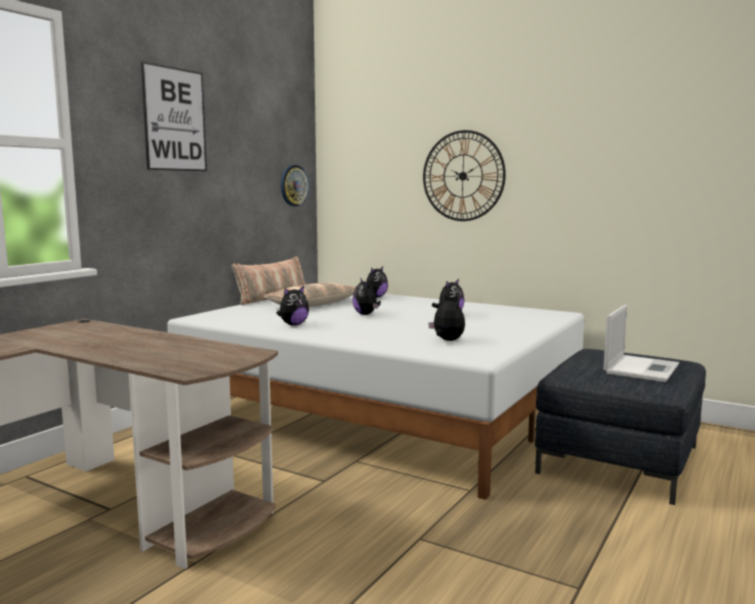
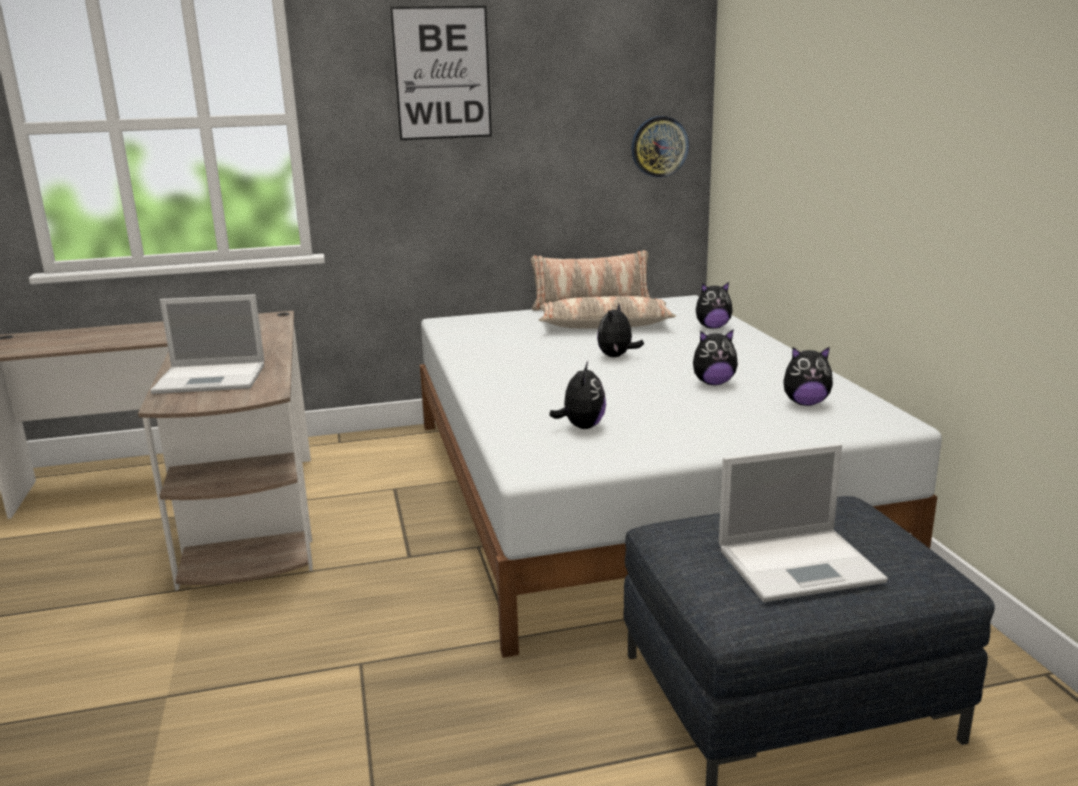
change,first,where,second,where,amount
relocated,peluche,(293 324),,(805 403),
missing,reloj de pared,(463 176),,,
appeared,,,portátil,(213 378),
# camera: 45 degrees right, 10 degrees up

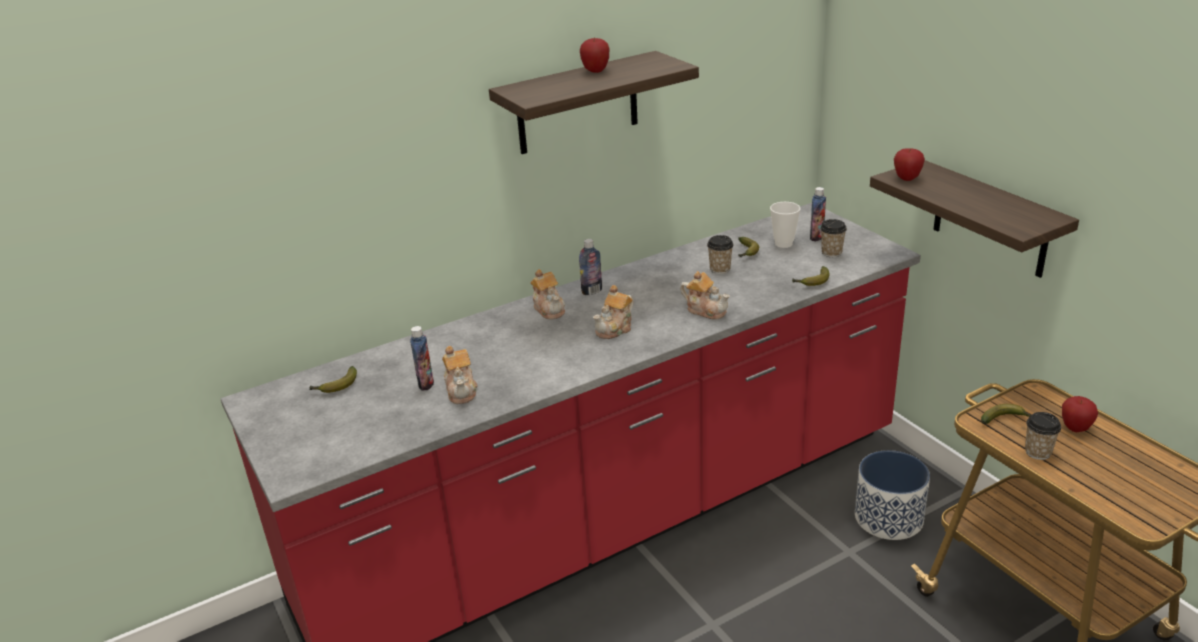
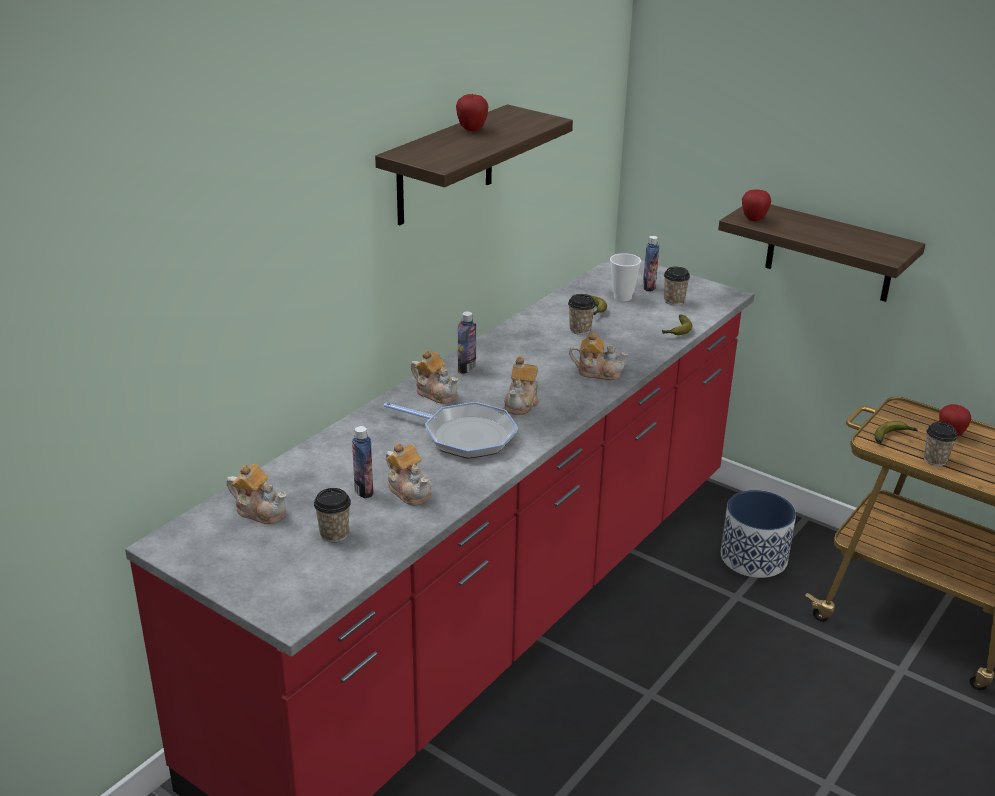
change,first,where,second,where,amount
exchanged,plátano,(336 386),tetera,(260 511),
appeared,,,taza,(334 534),
appeared,,,sartén,(464 436),
# camera: 25 degrees left, 0 degrees up

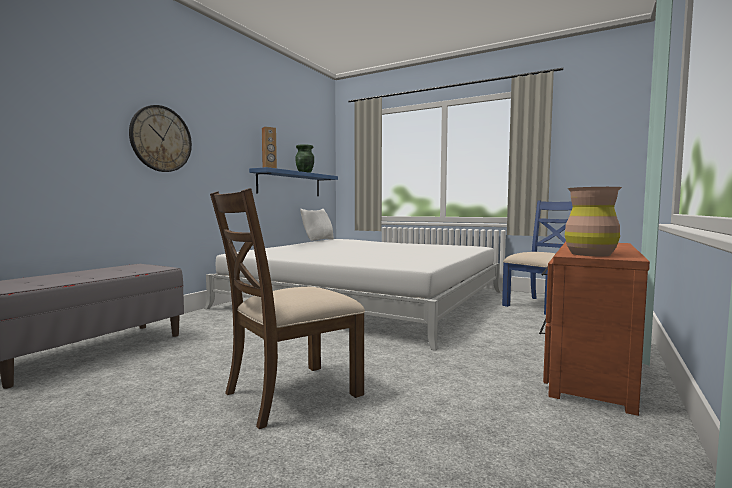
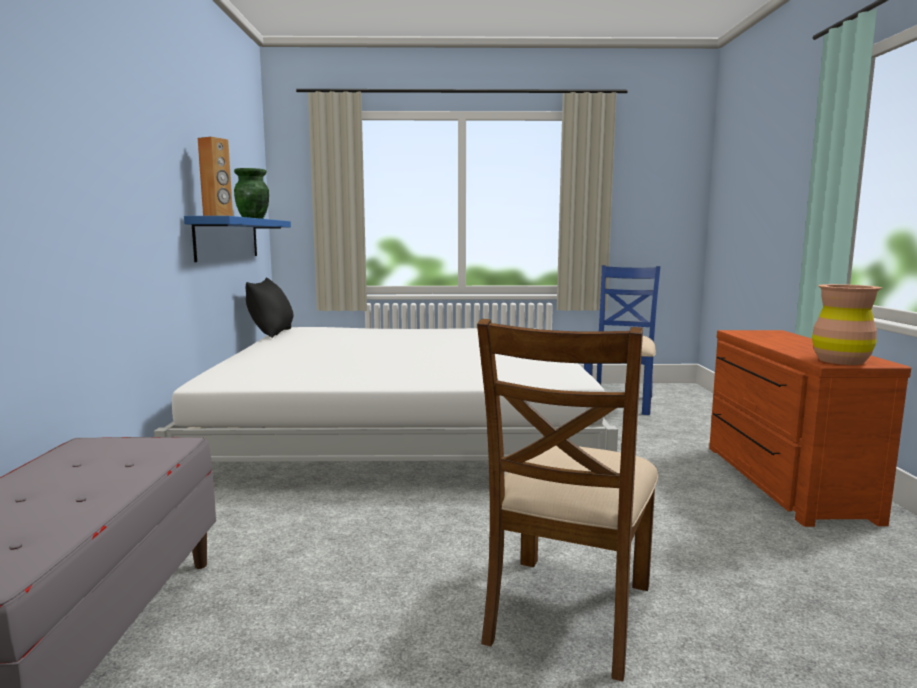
change,first,where,second,where,amount
missing,reloj de pared,(161 139),,,
colour,cojín/blanco,(318 240),cojín/negro,(272 333),
# camera: 30 degrees left, 5 degrees up

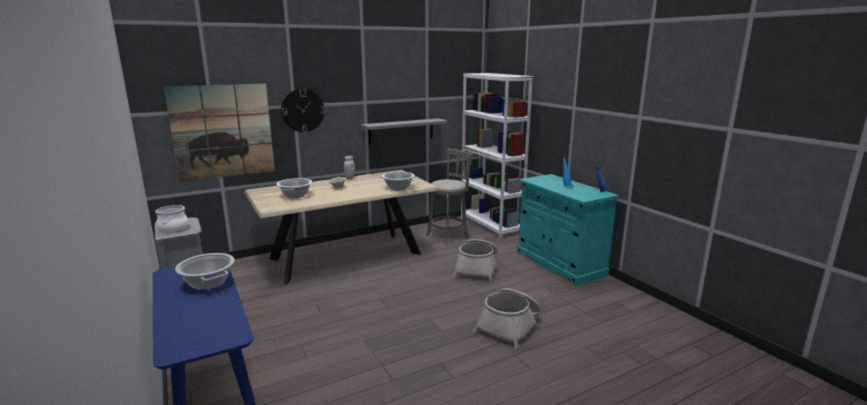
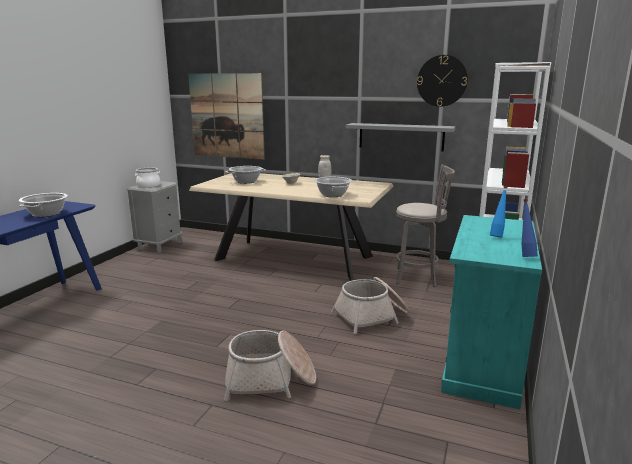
change,first,where,second,where,amount
relocated,reloj de pared,(302 110),,(442 81),
# camera: 50 degrees right, 0 degrees up

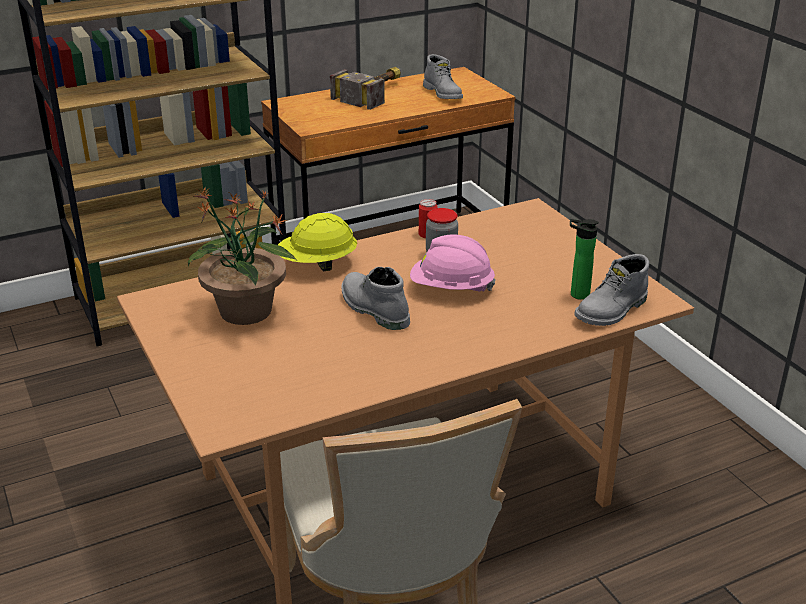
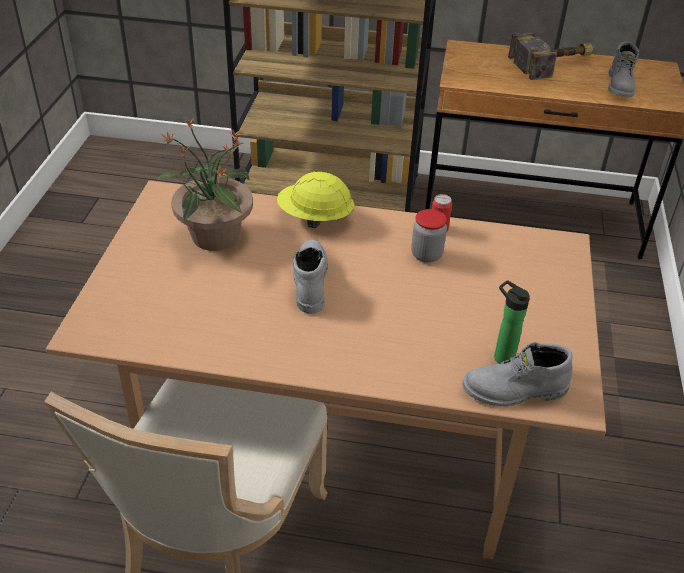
change,first,where,second,where,amount
missing,casco/rosa,(451 288),,,
# camera: 35 degrees right, 10 degrees up

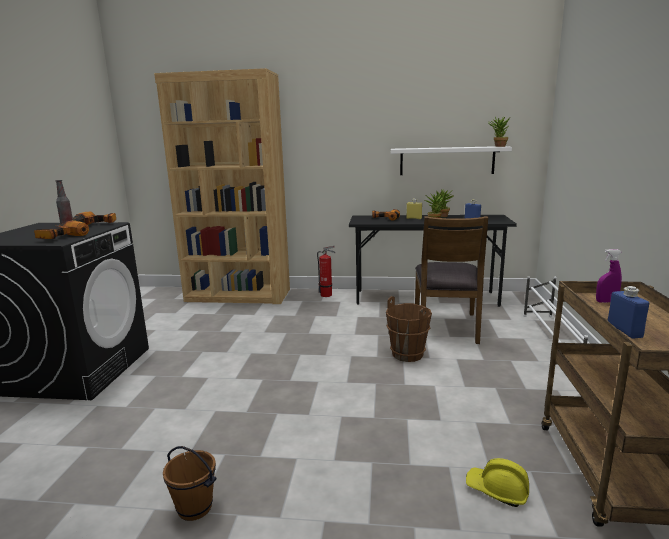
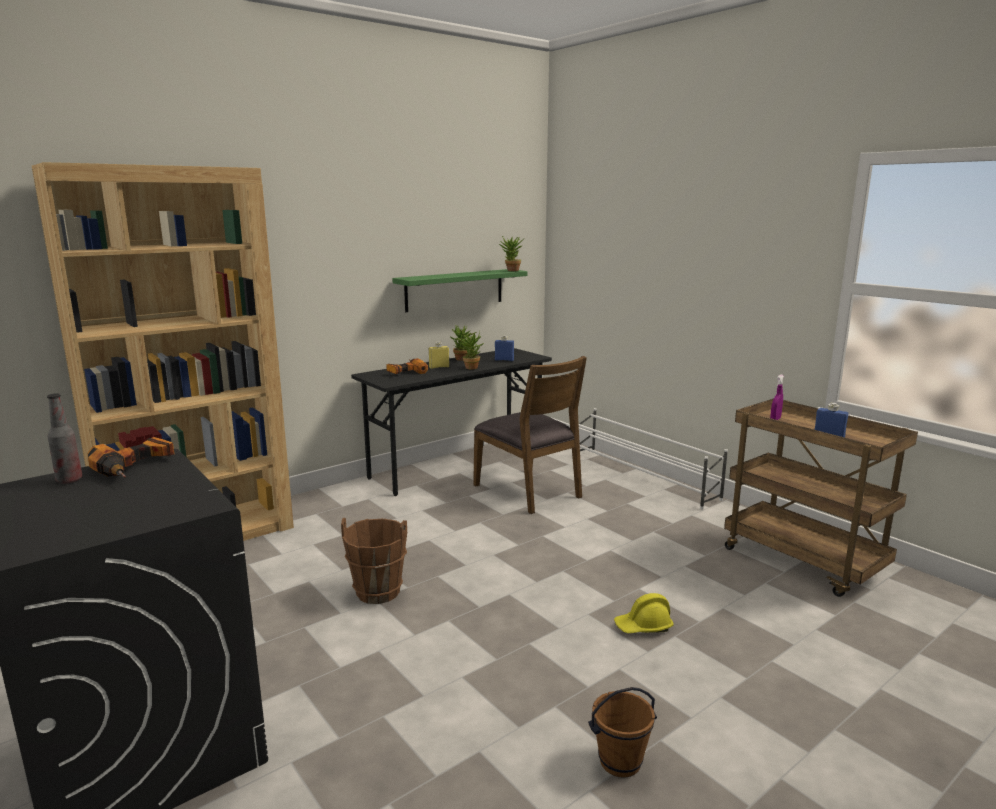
change,first,where,second,where,amount
missing,taladro,(59 237),,,
missing,extintor,(327 295),,,
relocated,cubo/marrón,(407 354),,(378 591),
colour,estante/blanco,(447 161),estante/verde,(454 290),
relocated,casco/amarillo,(497 490),,(643 626),
# camera: 45 degrees left, 0 degrees up

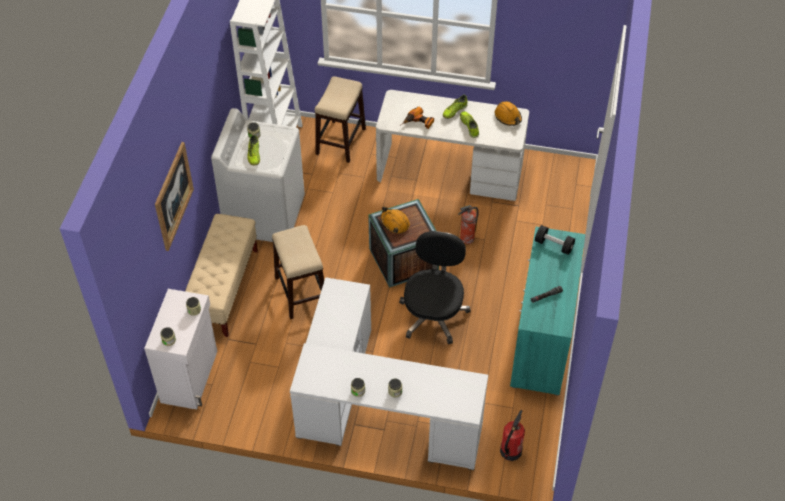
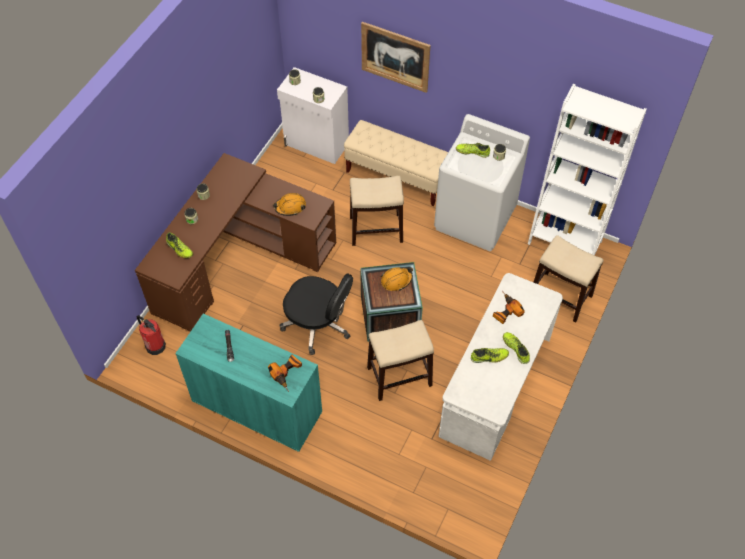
change,first,where,second,where,amount
colour,escritorio/blanco,(374 408),escritorio/marrón,(238 258),
exchanged,extintor,(466 239),taburete,(400 376),
relocated,casco/naranja,(508 117),,(290 207),
exchanged,mancuerna/negro,(553 245),taladro,(287 373),
appeared,,,zapato,(179 249),
# camera: 105 degrees right, 5 degrees up

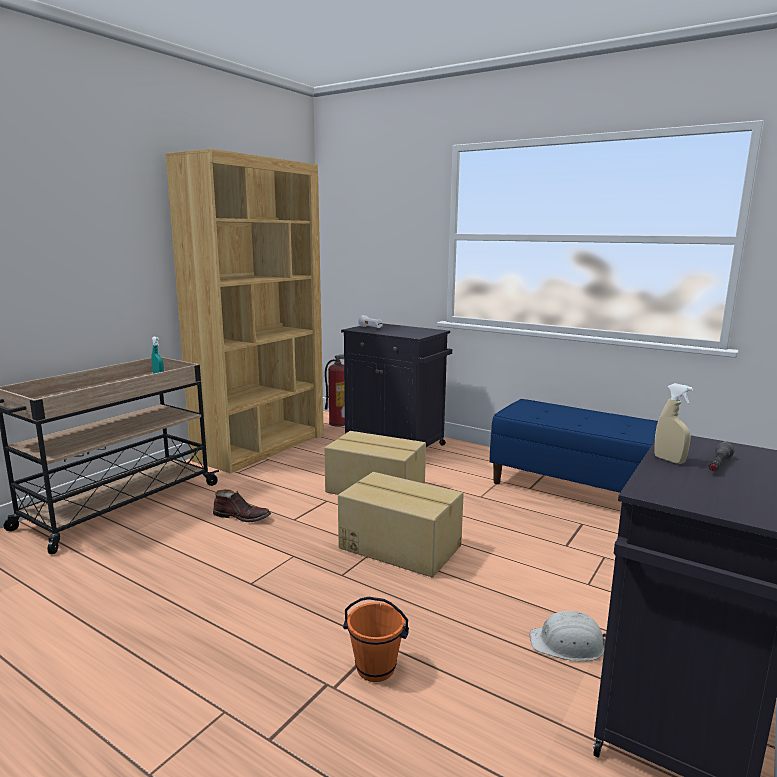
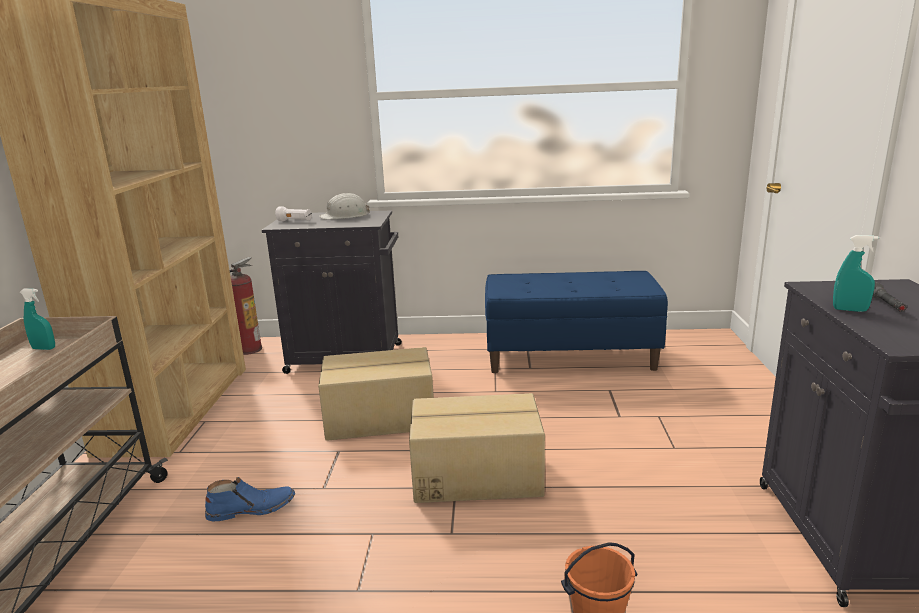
change,first,where,second,where,amount
colour,bota/marrón,(242 516),bota/azul,(251 508),
relocated,casco/blanco,(568 644),,(345 216),
colour,pulverizador/beis,(669 460),pulverizador/turquesa,(850 310),
# camera: 30 degrees left, 5 degrees up

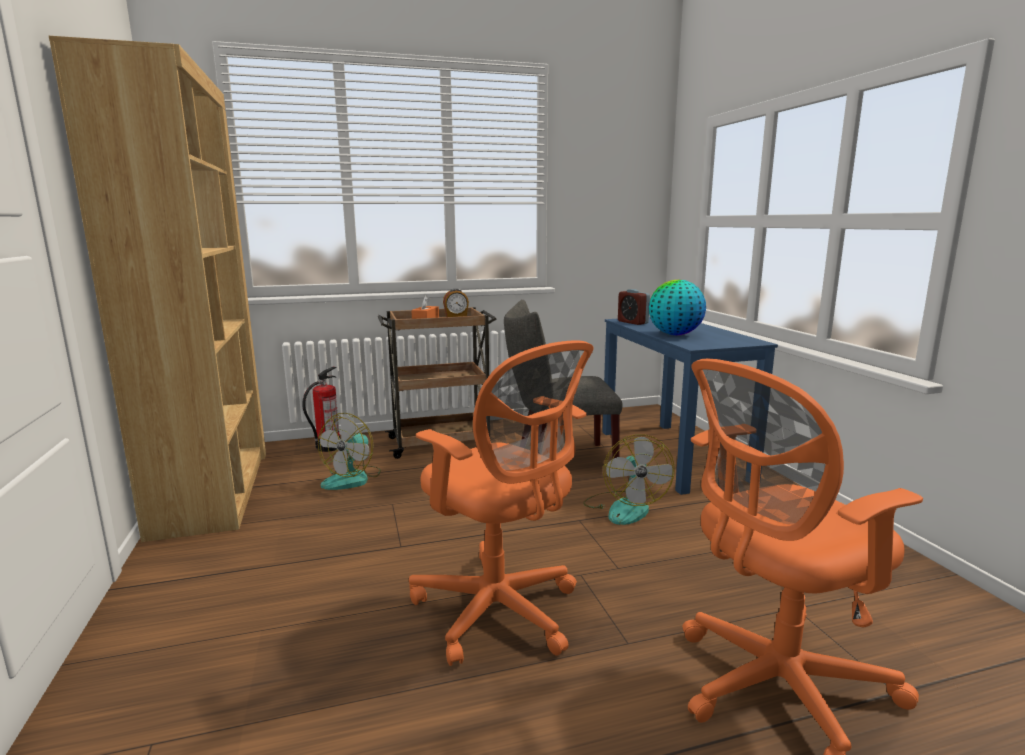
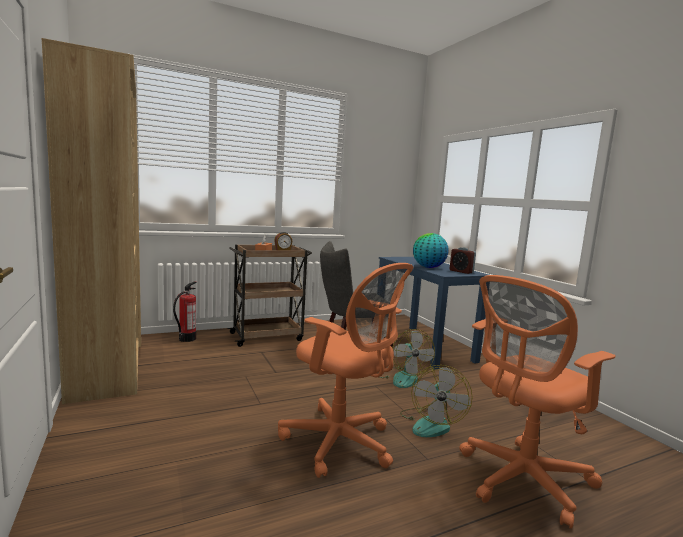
change,first,where,second,where,amount
relocated,ventilador,(352 478),,(431 423),
relocated,despertador,(632 322),,(461 271),
# camera: 10 degrees left, 5 degrees down

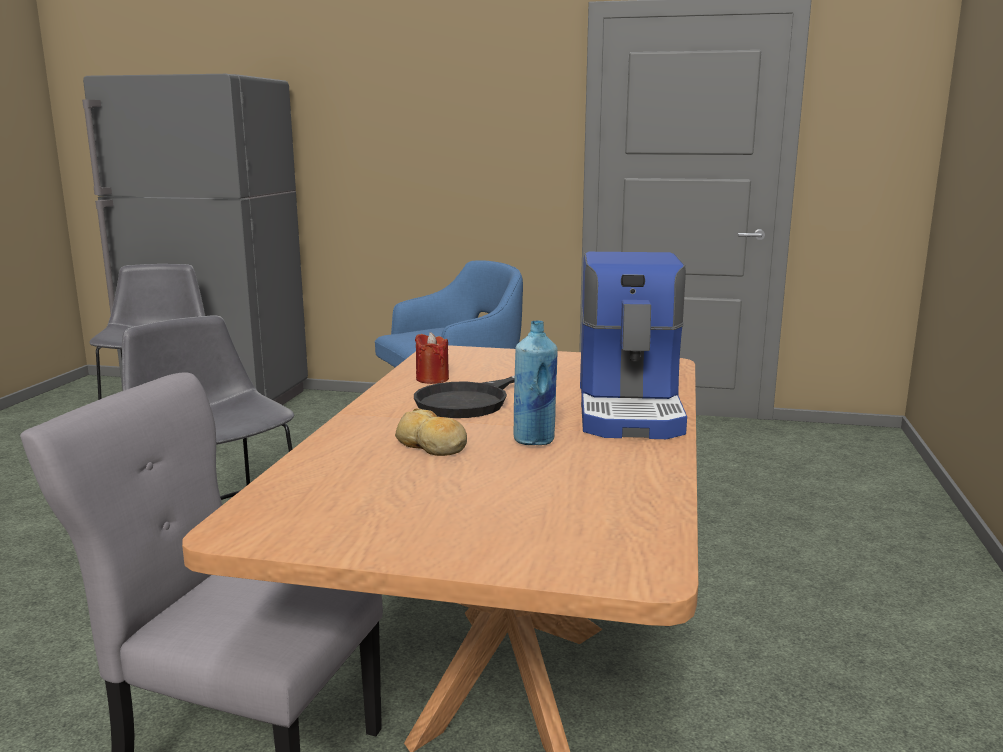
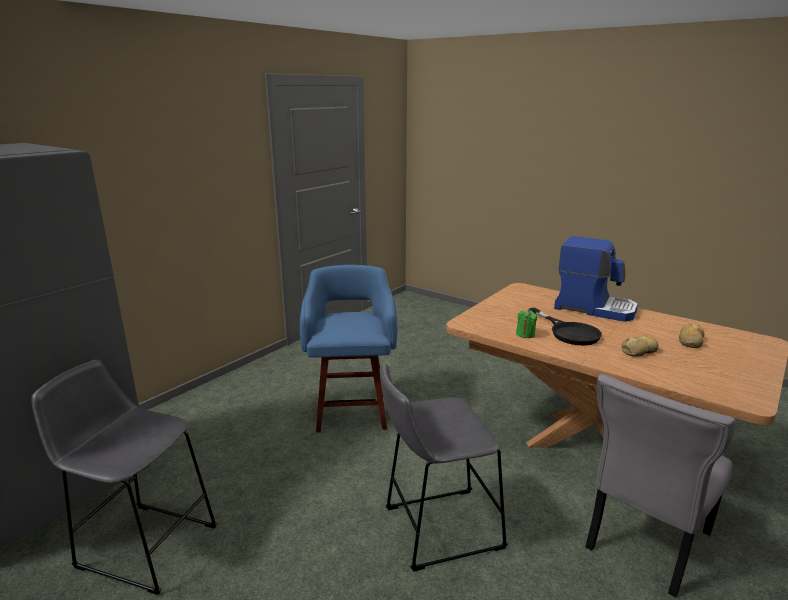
change,first,where,second,where,amount
colour,vela/rojo,(432 379),vela/verde,(525 334),
missing,botella/azul,(534 440),,,
appeared,,,pan,(690 341),
# camera: 65 degrees left, 5 degrees up

